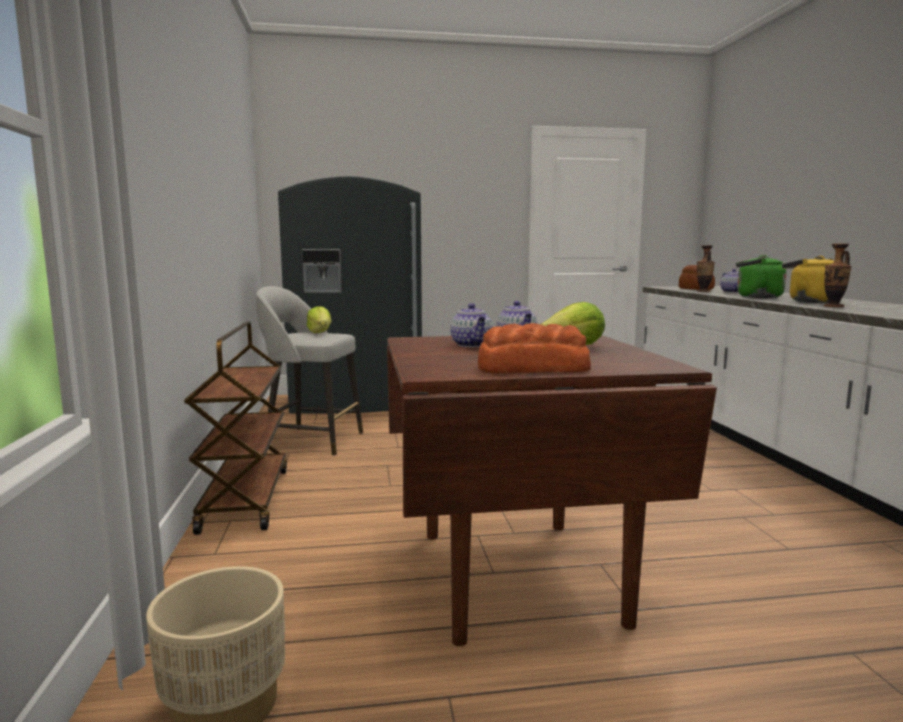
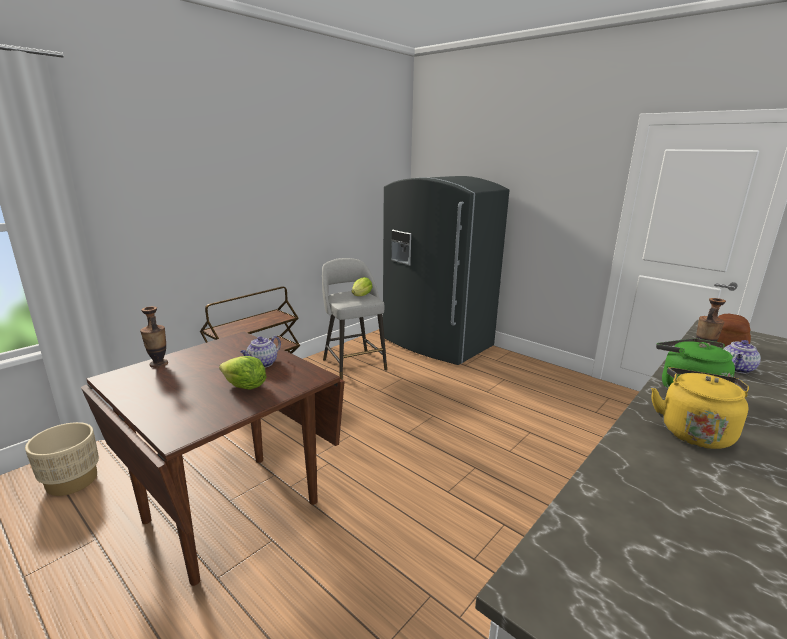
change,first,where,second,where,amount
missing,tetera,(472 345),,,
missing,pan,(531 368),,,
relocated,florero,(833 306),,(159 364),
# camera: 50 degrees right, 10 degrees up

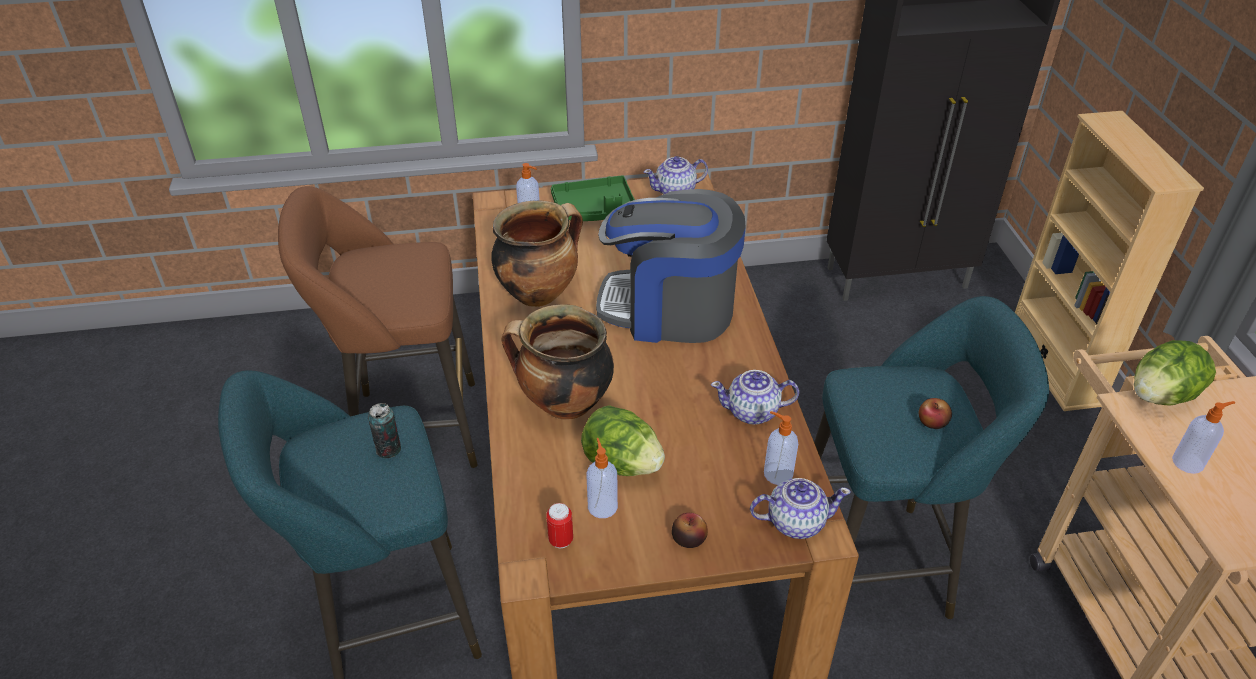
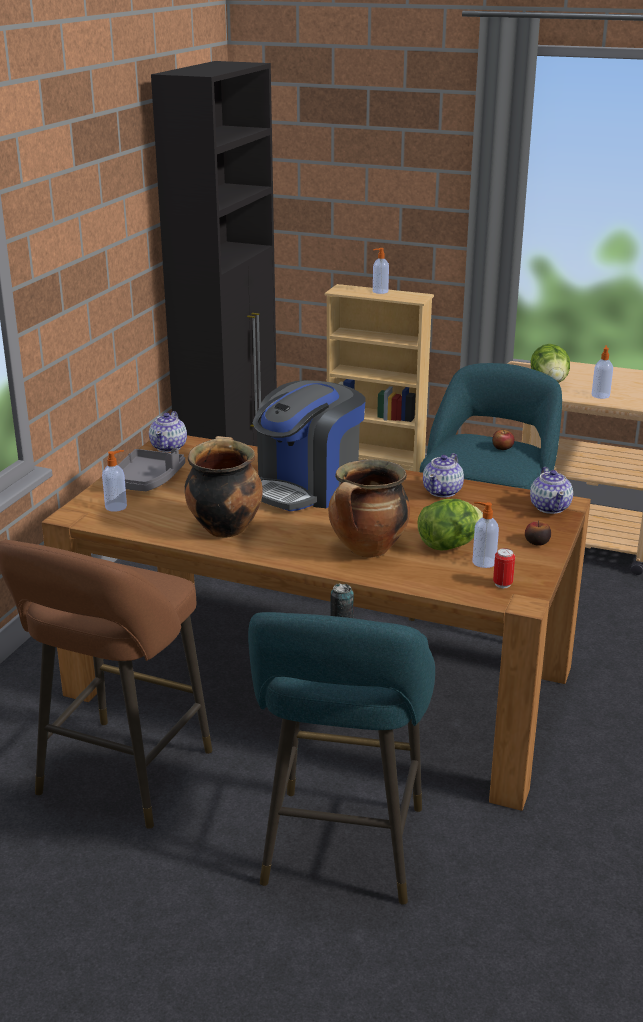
change,first,where,second,where,amount
colour,bandeja/verde,(595 210),bandeja/gris,(146 481),
spun,tetera,(795 522),,(550 507),150 degrees clockwise
relocated,dispensador de jabón,(777 473),,(379 291),
# camera: 60 degrees left, 15 degrees down

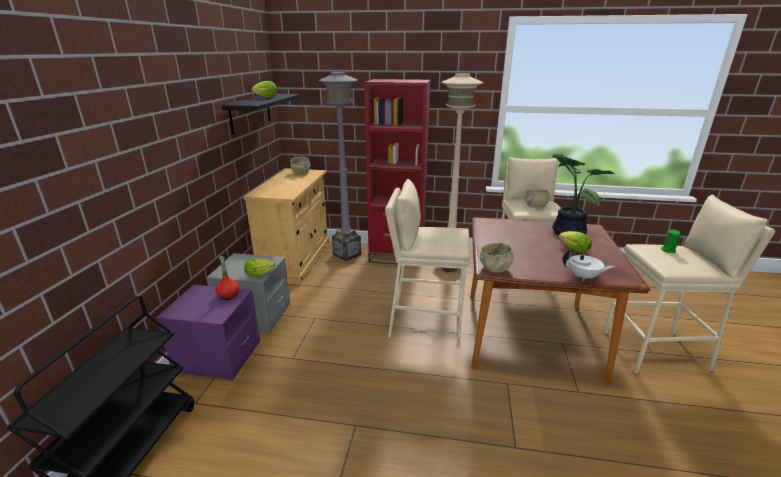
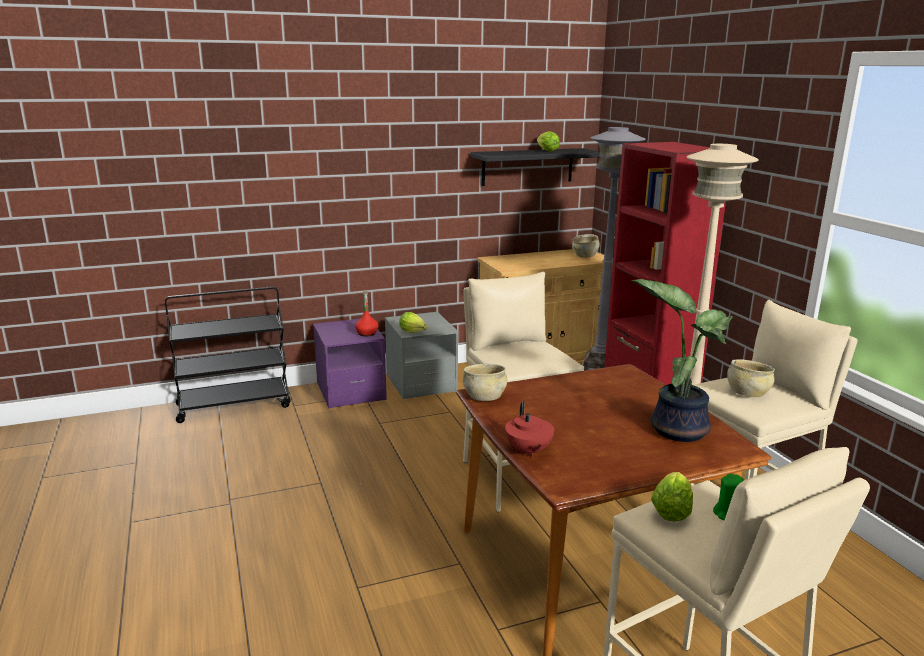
change,first,where,second,where,amount
relocated,lechuga,(572 249),,(672 510),
colour,tetera/blanco,(583 277),tetera/rojo,(528 451),
# camera: 60 degrees right, 5 degrees down

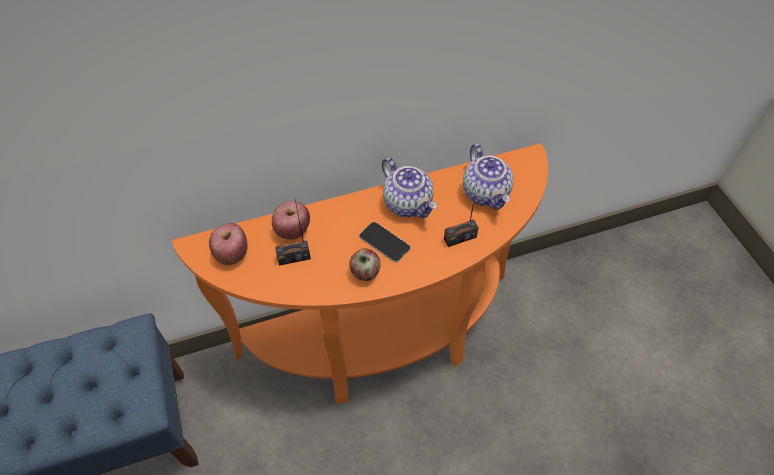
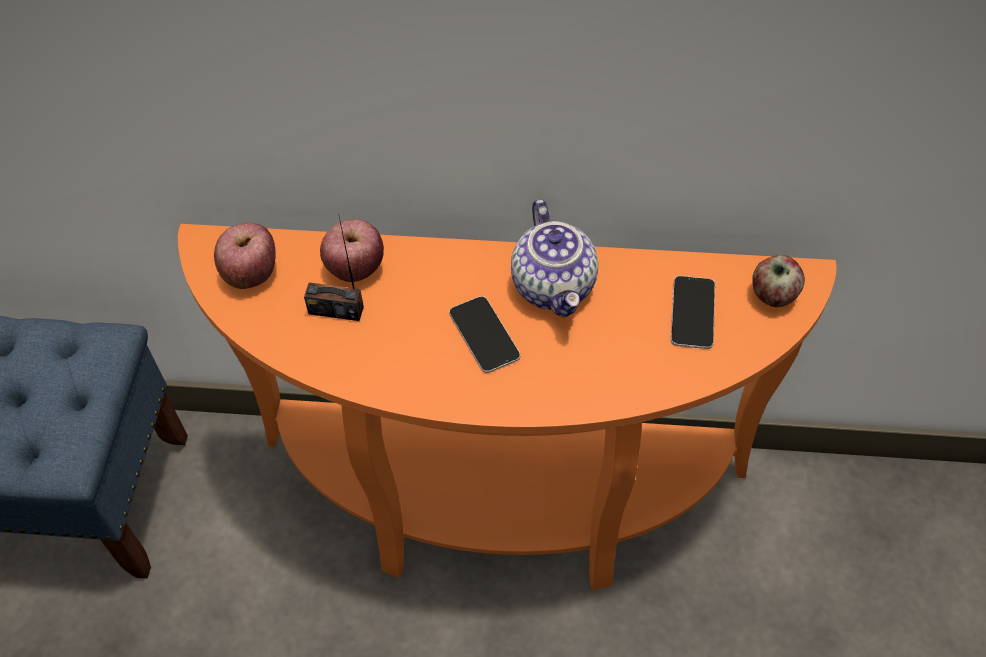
change,first,where,second,where,amount
relocated,manzana,(365 272),,(772 295),
missing,radio,(460 238),,,
exchanged,tetera,(486 193),móvil,(692 313),
# camera: 25 degrees right, 0 degrees up

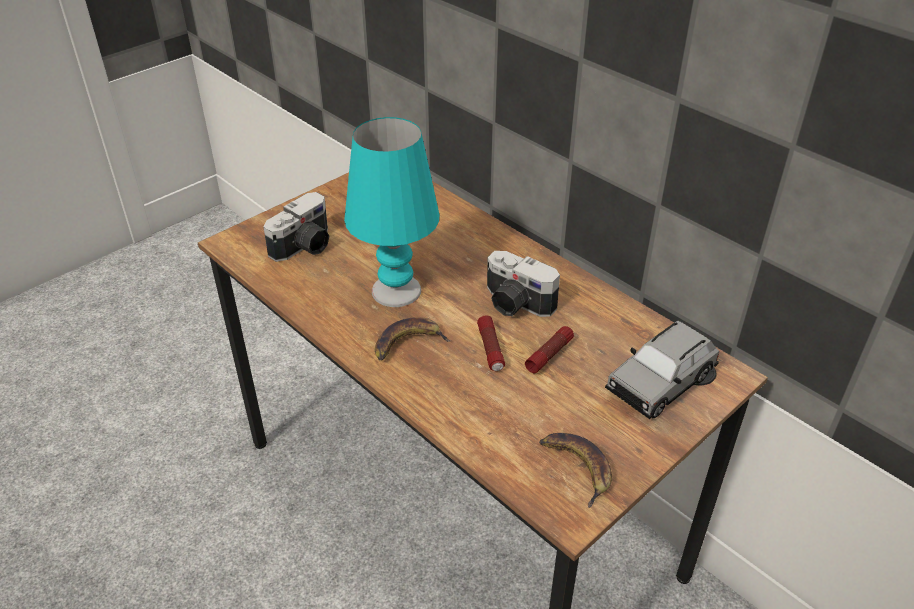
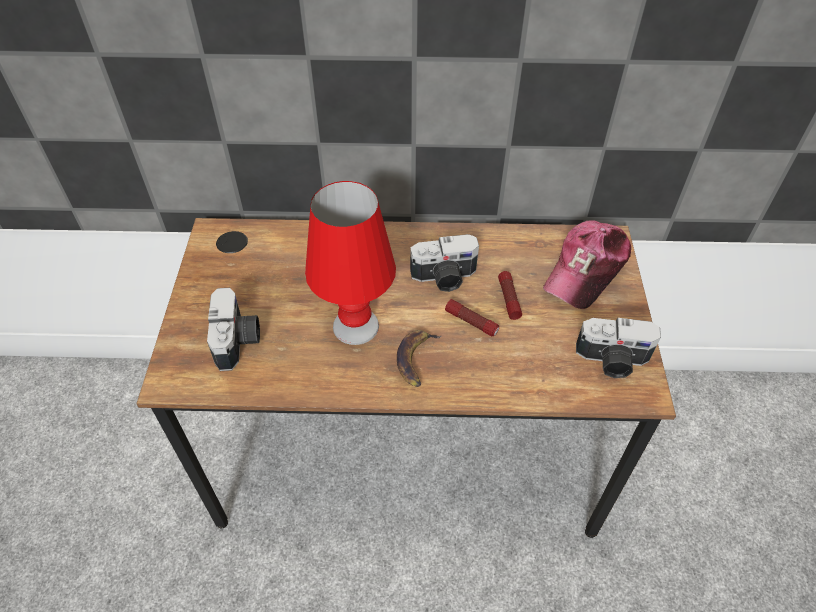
change,first,where,second,where,amount
colour,lámpara de mesa/turquesa,(395 291),lámpara de mesa/rojo,(355 326),
exchanged,plátano,(576 467),cámara,(612 361),
exchanged,coche de juguete/gris,(660 382),gorra,(586 270),
# camera: 45 degrees left, 10 degrees up

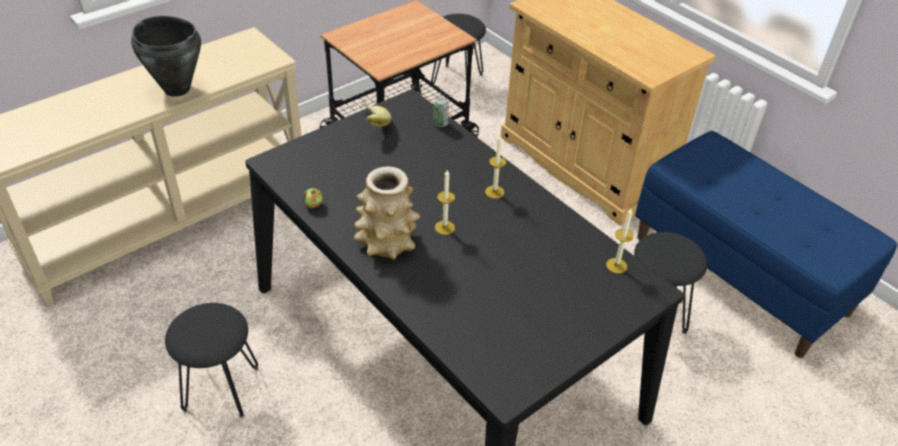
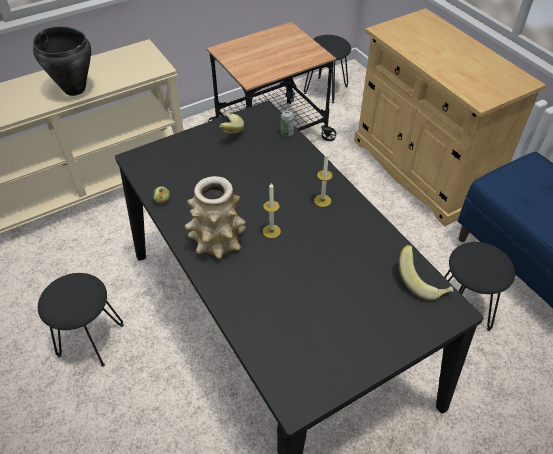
change,first,where,second,where,amount
exchanged,vela,(616 265),plátano,(422 282),
# camera: 10 degrees right, 5 degrees up

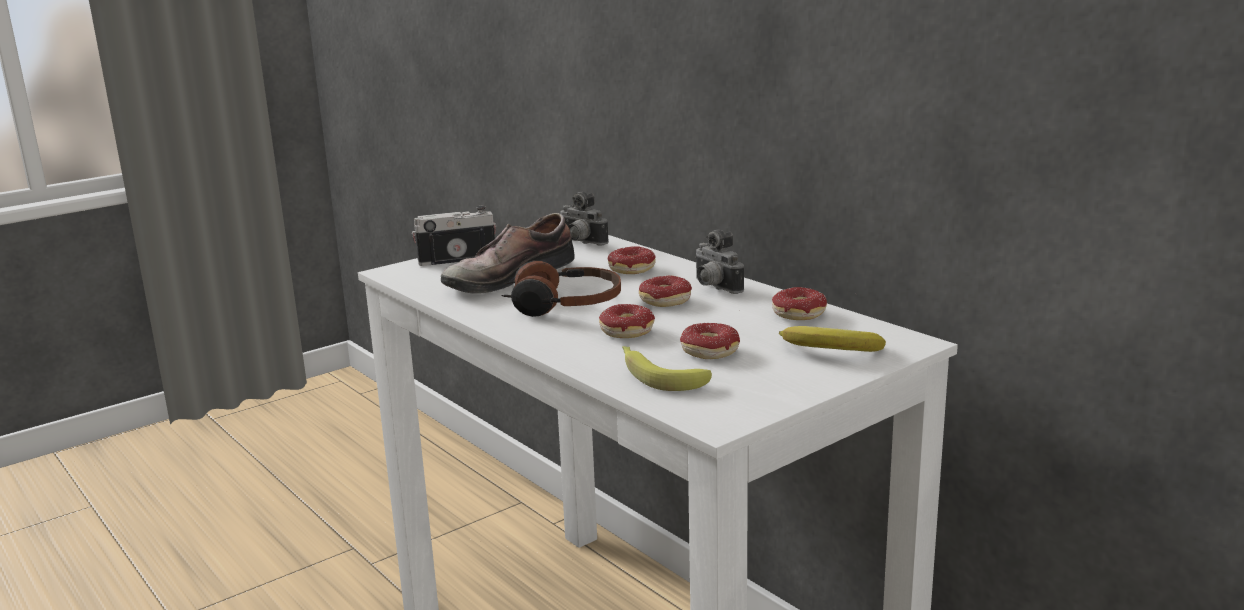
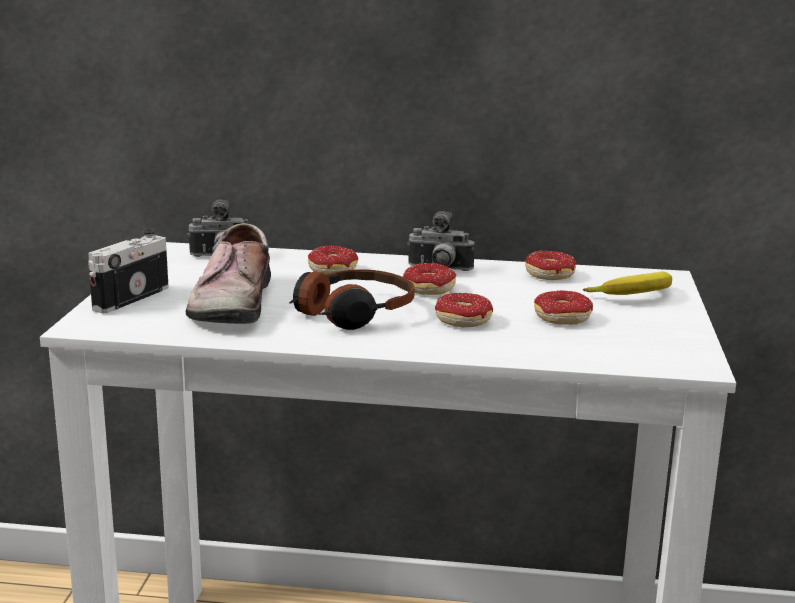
change,first,where,second,where,amount
missing,plátano,(658 375),,,
# camera: 45 degrees left, 0 degrees up

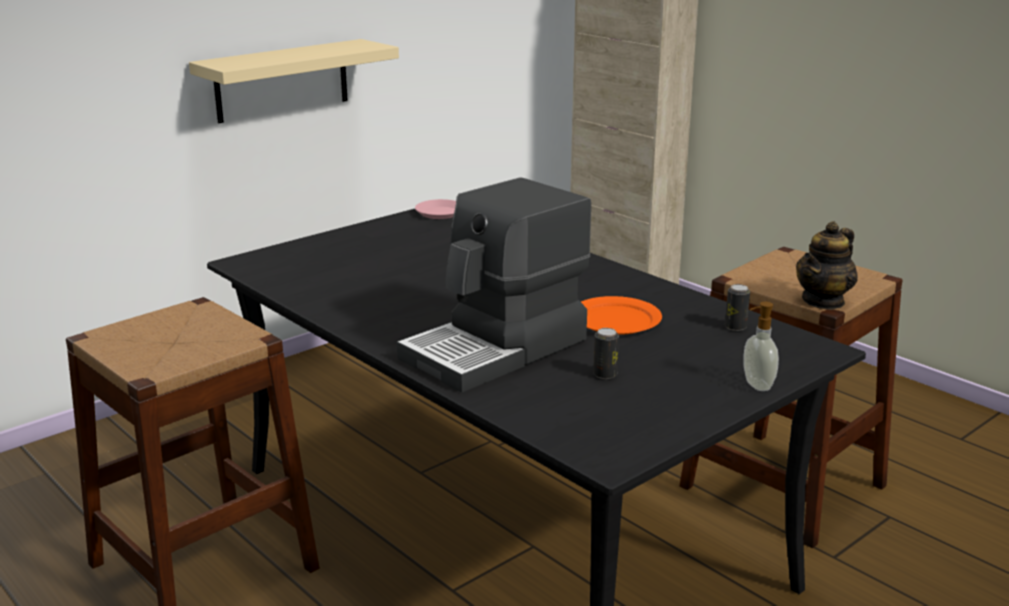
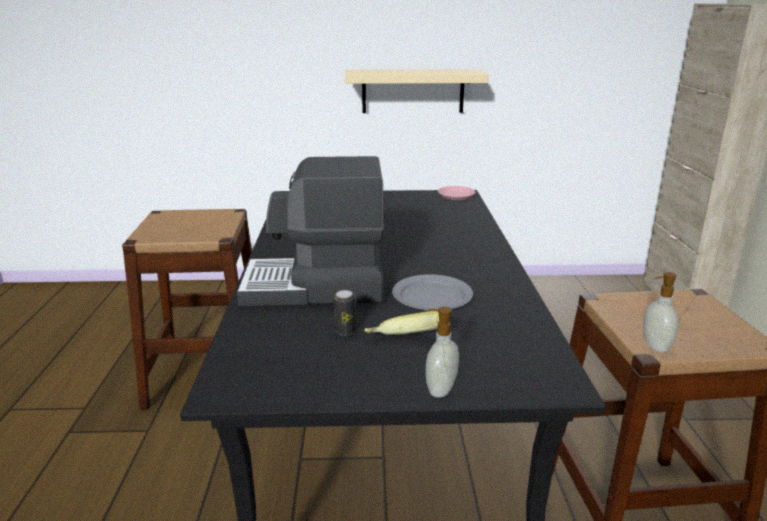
change,first,where,second,where,amount
colour,plato/naranja,(616 320),plato/gris,(432 296),
missing,lata,(735 327),,,
exchanged,tetera,(823 301),dispensador de jabón,(654 346),
appeared,,,plátano,(406 344),
# camera: 40 degrees right, 0 degrees up

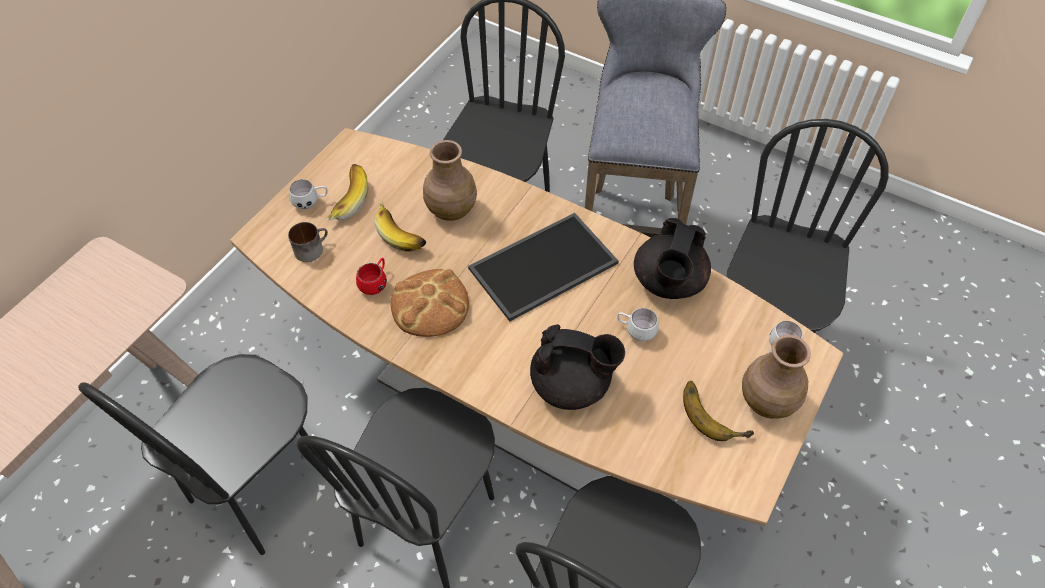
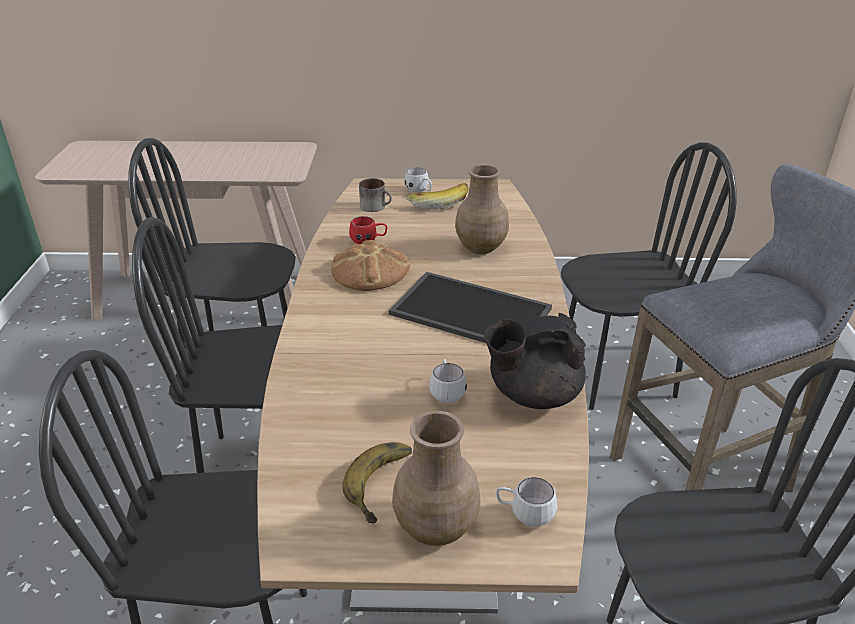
change,first,where,second,where,amount
missing,plátano,(402 233),,,
missing,tetera/negro,(572 385),,,
# camera: 60 degrees right, 20 degrees down

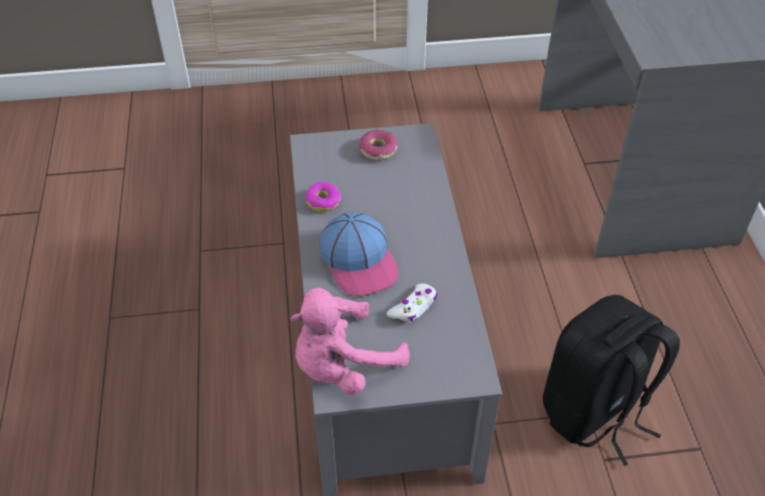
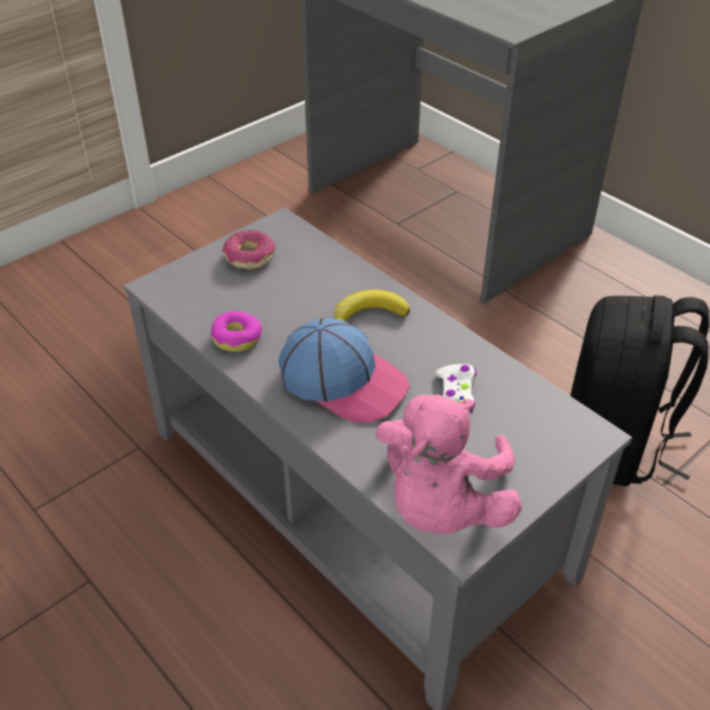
change,first,where,second,where,amount
appeared,,,plátano,(369 313),
# camera: 35 degrees left, 5 degrees down

